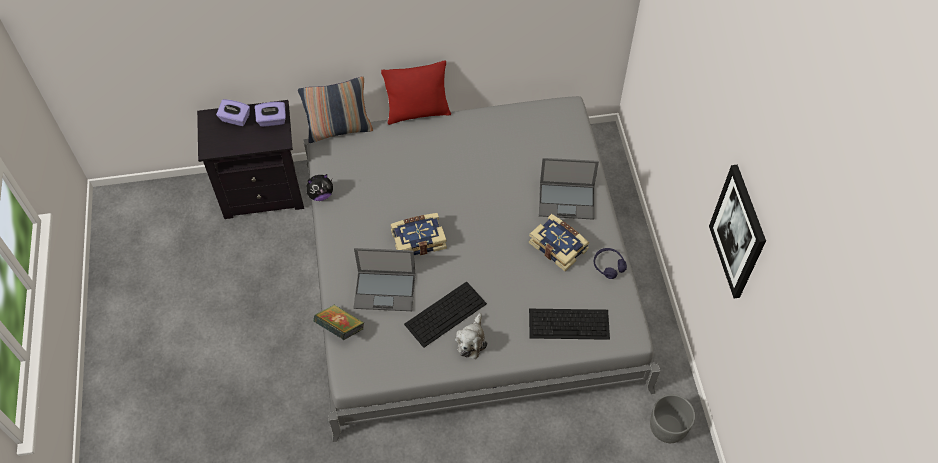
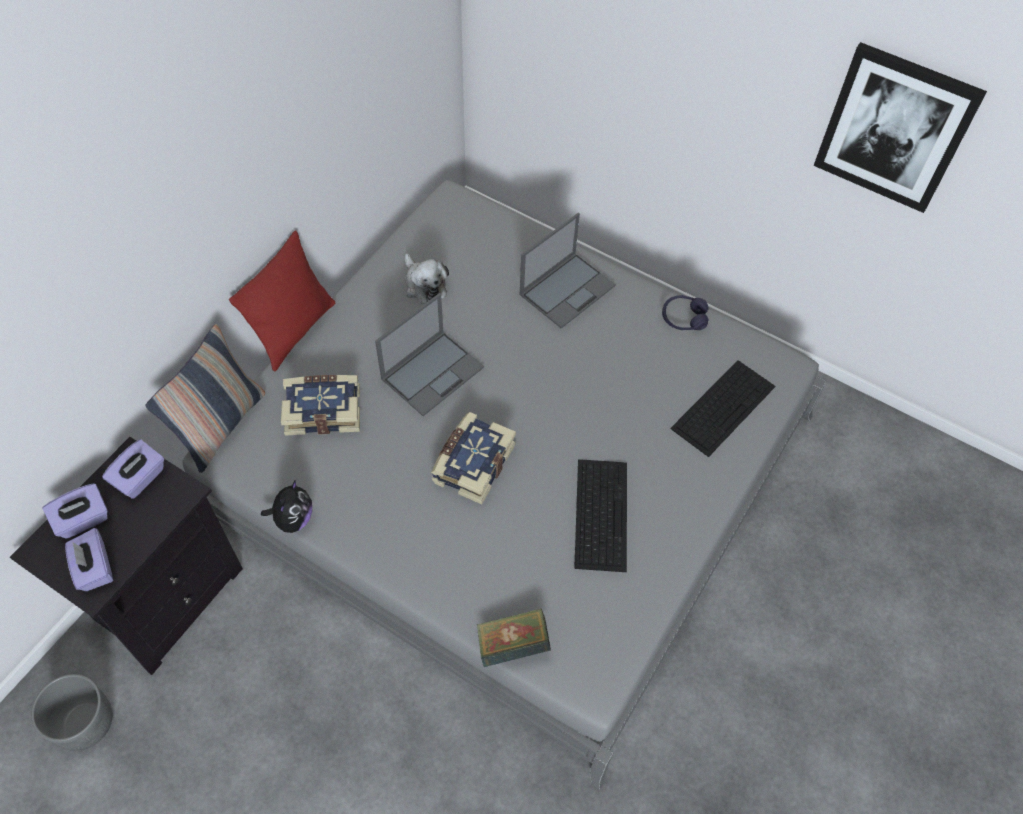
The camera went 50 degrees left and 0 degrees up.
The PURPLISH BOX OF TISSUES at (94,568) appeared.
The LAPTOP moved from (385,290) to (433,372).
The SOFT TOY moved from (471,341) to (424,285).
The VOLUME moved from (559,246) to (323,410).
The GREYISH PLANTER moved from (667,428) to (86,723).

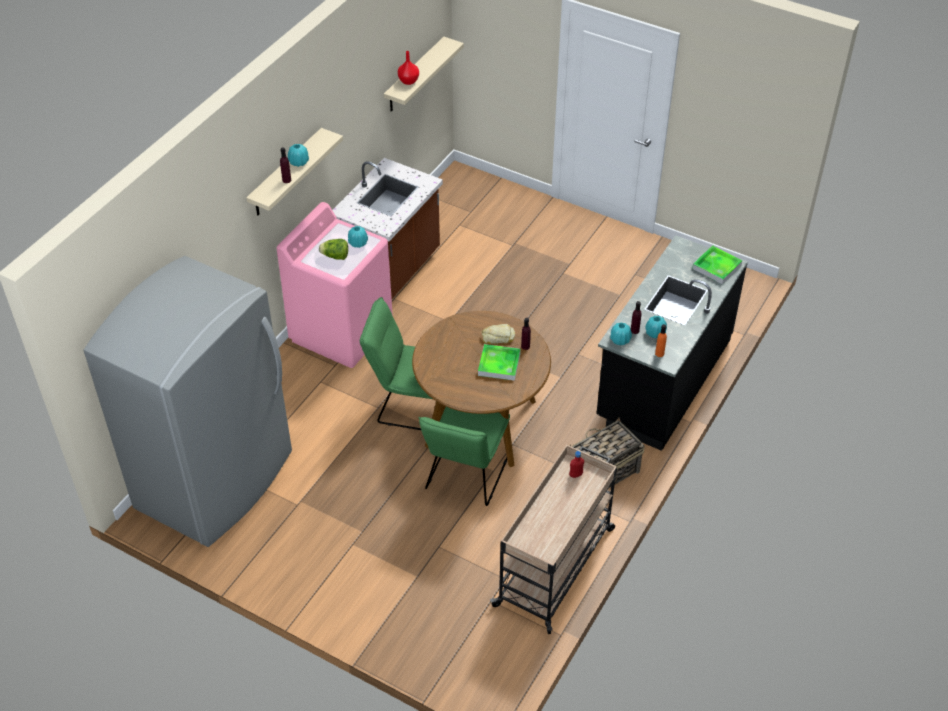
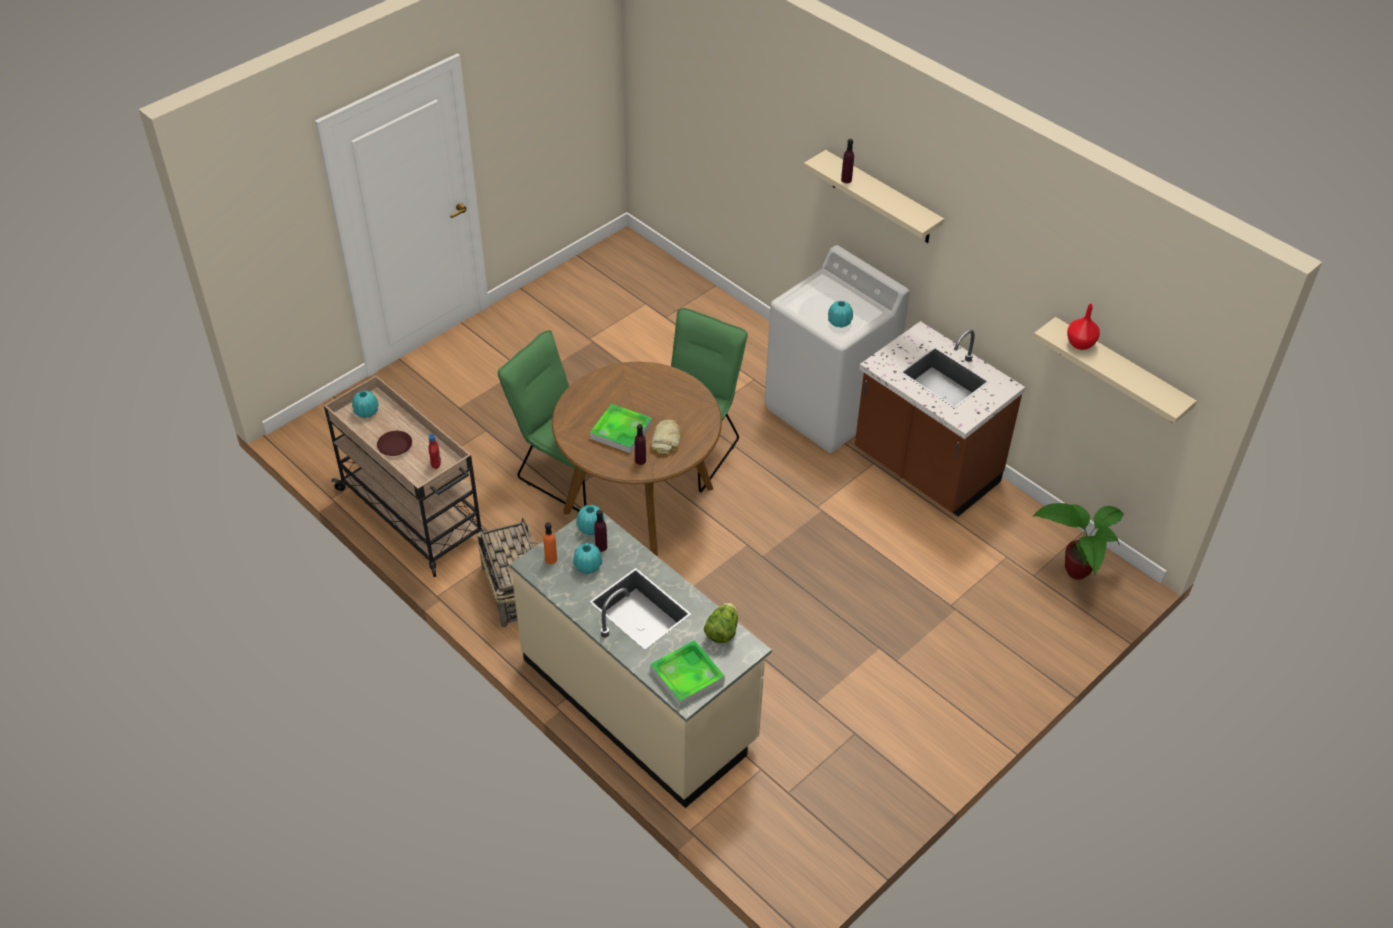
The camera went 105 degrees right and 0 degrees up.
The GREYISH REFRIGERATOR at (216,481) disappeared.
The BROWNISH FLAT DISH at (394,446) appeared.
The POTTED PLANT at (1072,571) appeared.
The TURQUOISE-COLOURED DECORATIVE VASE moved from (299,162) to (366,412).
The LETTUCE HEAD moved from (335,256) to (722,631).
The PINK WASHING MACHINE at (342,332) became the WHITE WASHING MACHINE at (828,408).
The BLACKISH KITCHEN BASE UNIT at (663,379) became the BEIGE-COLOURED KITCHEN BASE UNIT at (640,700).

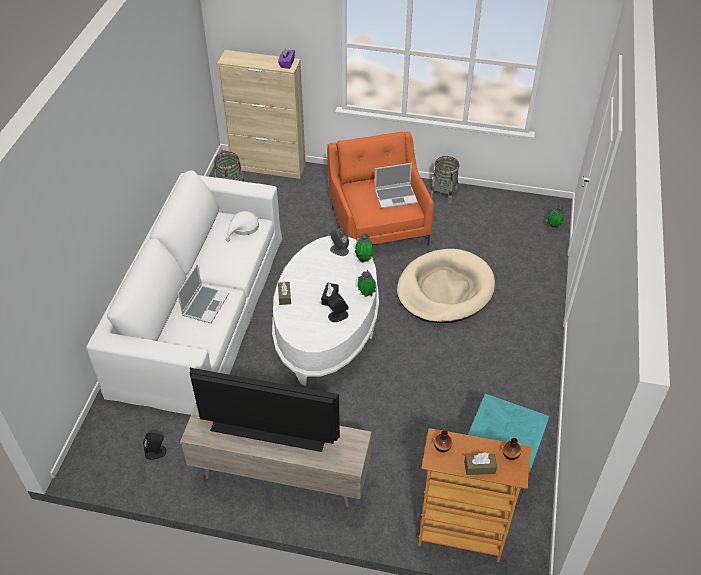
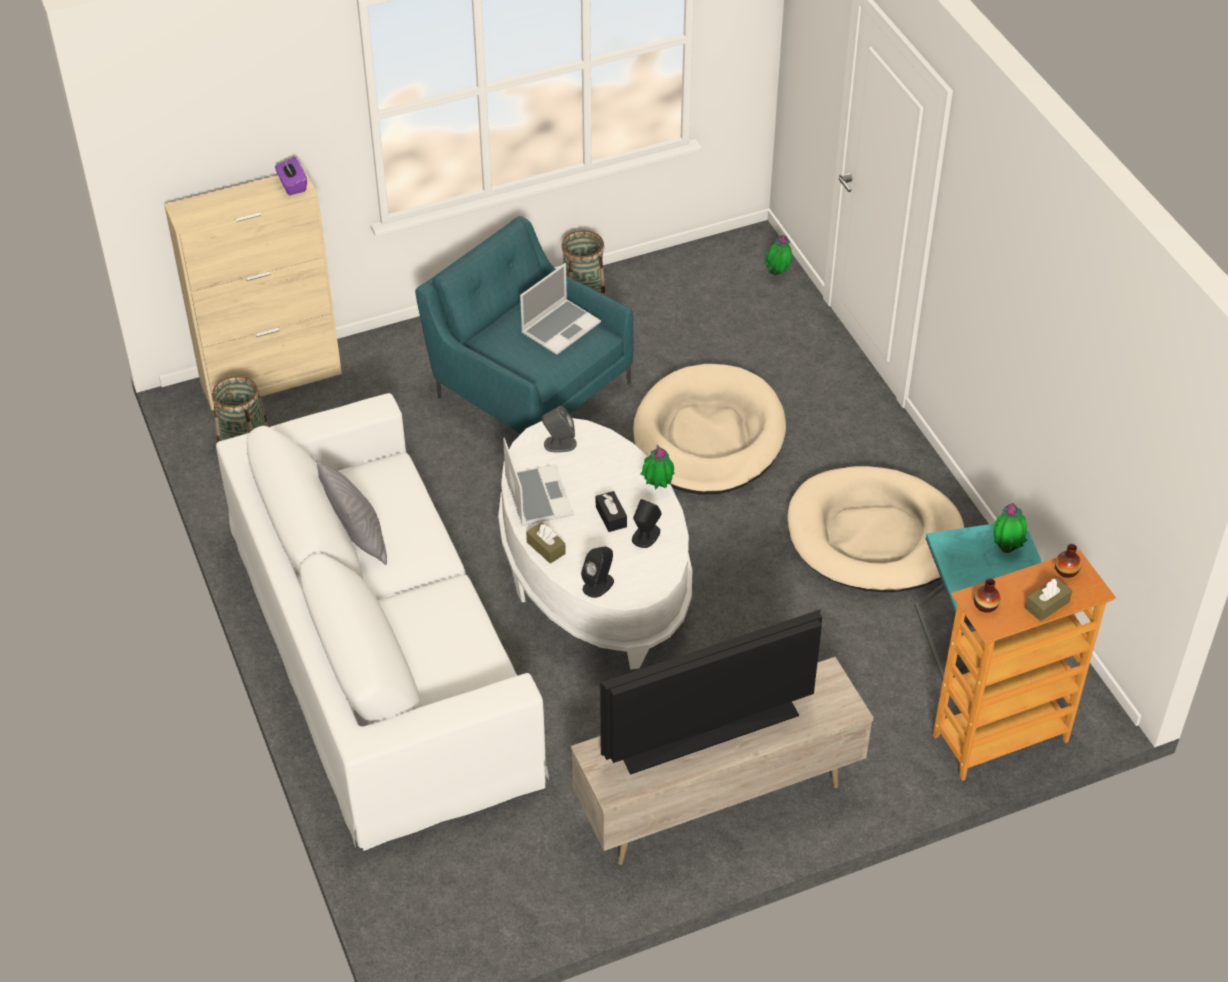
The camera went 35 degrees left and 0 degrees up.
The WHITE CLOTHING HAT at (243,228) disappeared.
The GREYISH PILLOW at (358,539) appeared.
The BEIGE-COLOURED PET BED at (874,536) appeared.
The BLACKISH LOUDSPEAKER moved from (156,452) to (598,584).
The LAPTOP moved from (205,304) to (537,496).
The POTTED PLANT moved from (364,260) to (1006,548).
The ORANGE ARMCHAIR at (378,223) became the TURQUOISE-COLOURED ARMCHAIR at (529,386).

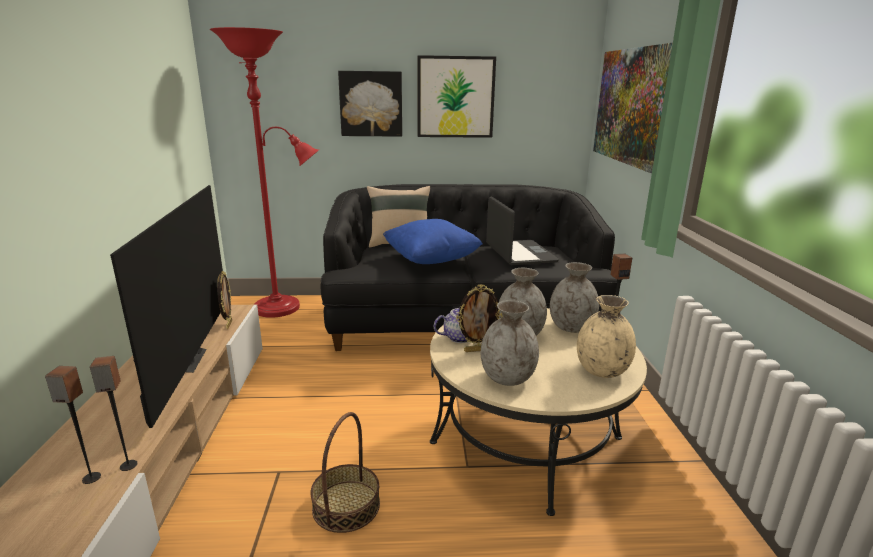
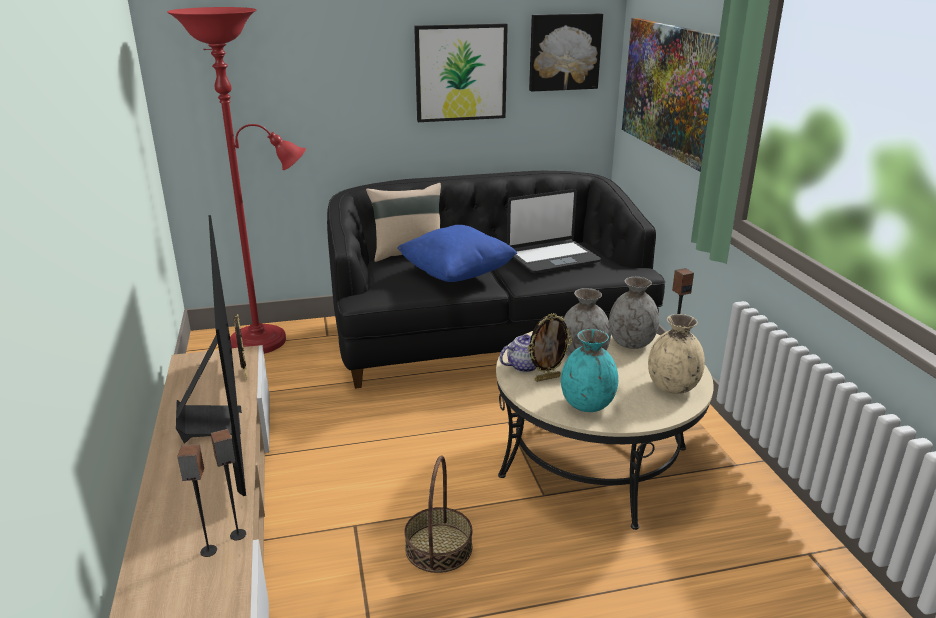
The camera went 10 degrees left and 5 degrees up.
The PICTURE moved from (371,104) to (564,52).
The GREYISH DECORATIVE VASE at (508,378) became the TURQUOISE-COLOURED DECORATIVE VASE at (587,404).
The LAPTOP at (519,254) turned 90 degrees clockwise.

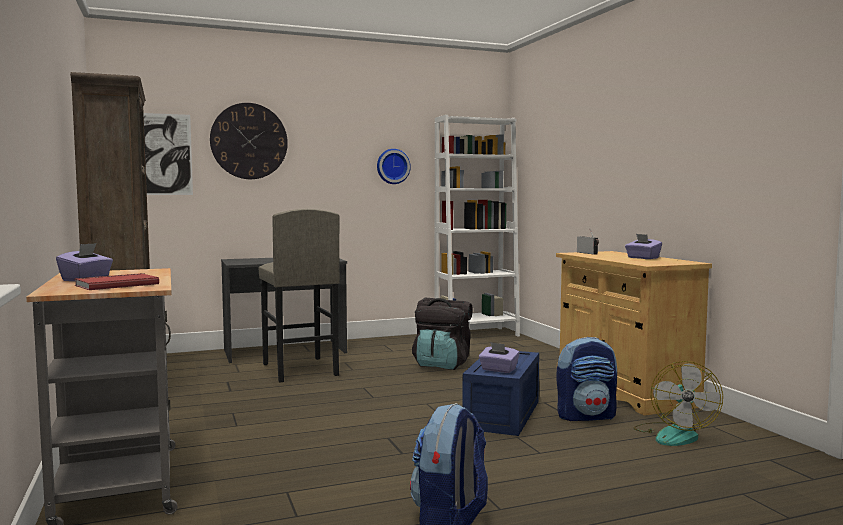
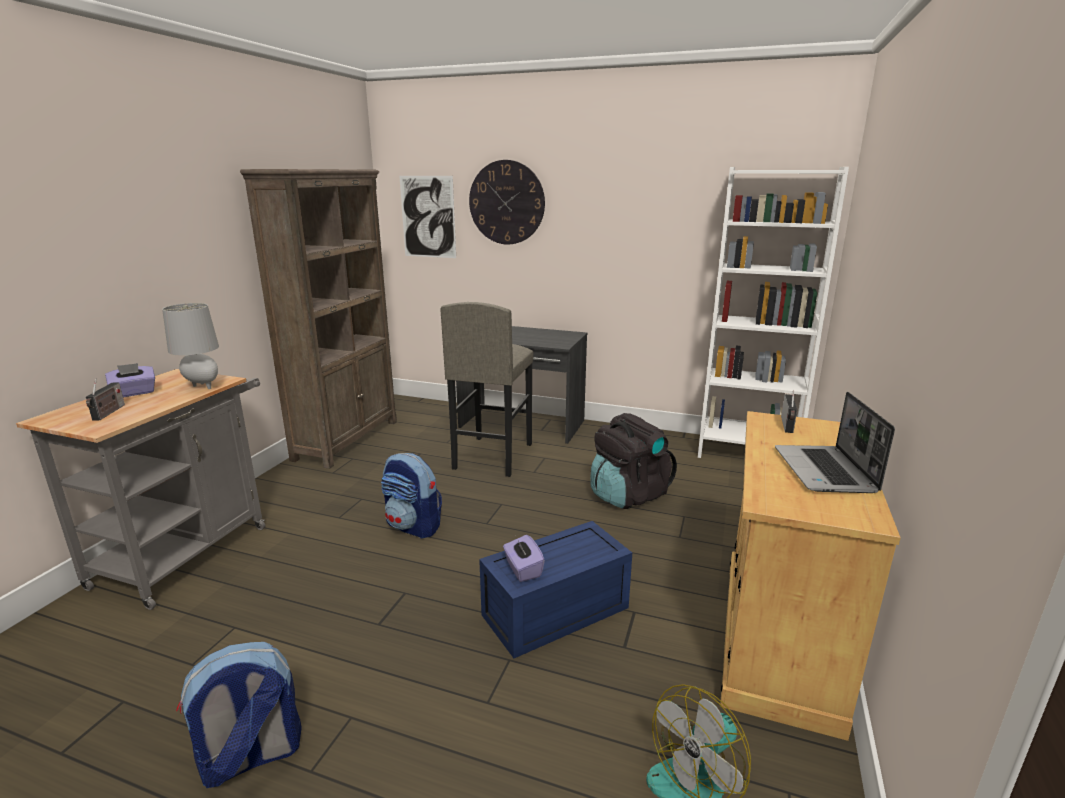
The camera went 40 degrees right and 15 degrees up.
The WALL CLOCK at (392,166) disappeared.
The GREYISH TABLETOP LAMP at (201,386) appeared.
The BACKPACK moved from (586,416) to (413,526).
The RED VOLUME at (115,285) was replaced by the RADIO SET at (108,413).
The PURPLISH BOX OF TISSUES at (642,258) was replaced by the LAPTOP at (825,471).

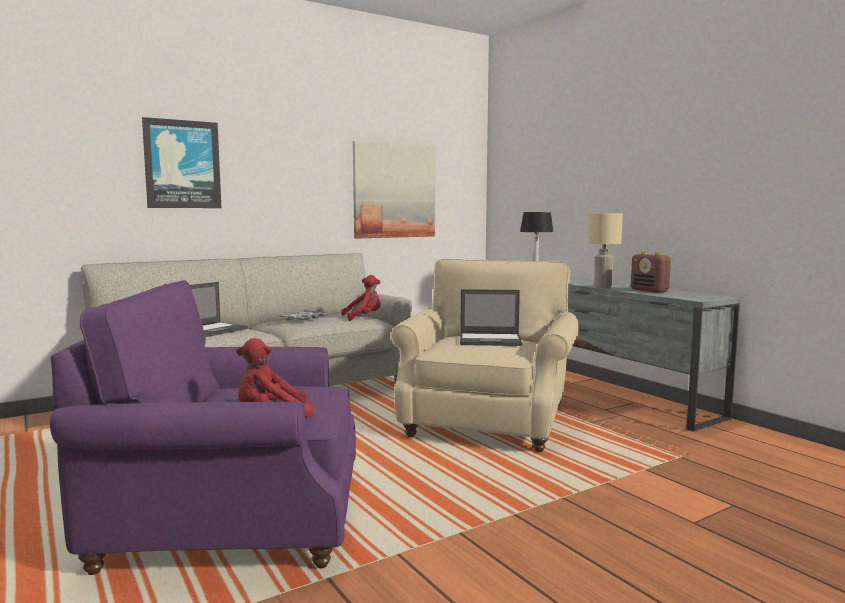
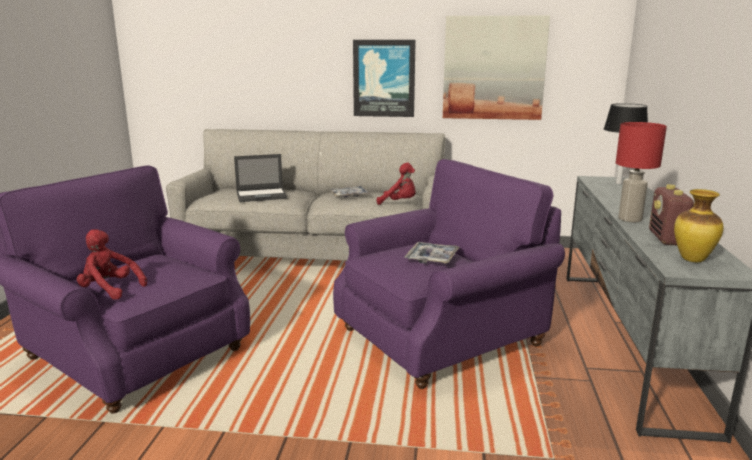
The camera went 40 degrees right and 10 degrees up.
The DECORATIVE VASE at (691,260) appeared.
The PICTURE moved from (182,164) to (384,78).
The LAPTOP at (491,340) was replaced by the SERVING TRAY at (432,258).
The BEIGE-COLOURED ARMCHAIR at (488,420) became the PURPLISH ARMCHAIR at (441,337).
The BEIGE-COLOURED TABLETOP LAMP at (603,287) became the RED TABLETOP LAMP at (630,219).

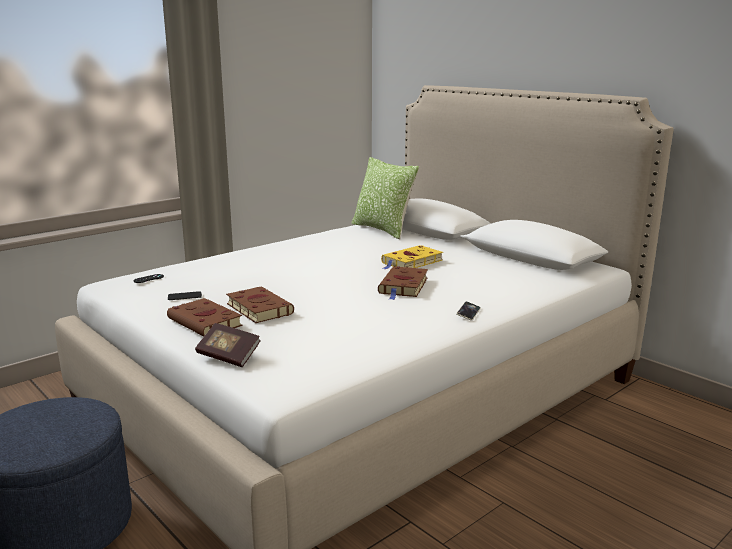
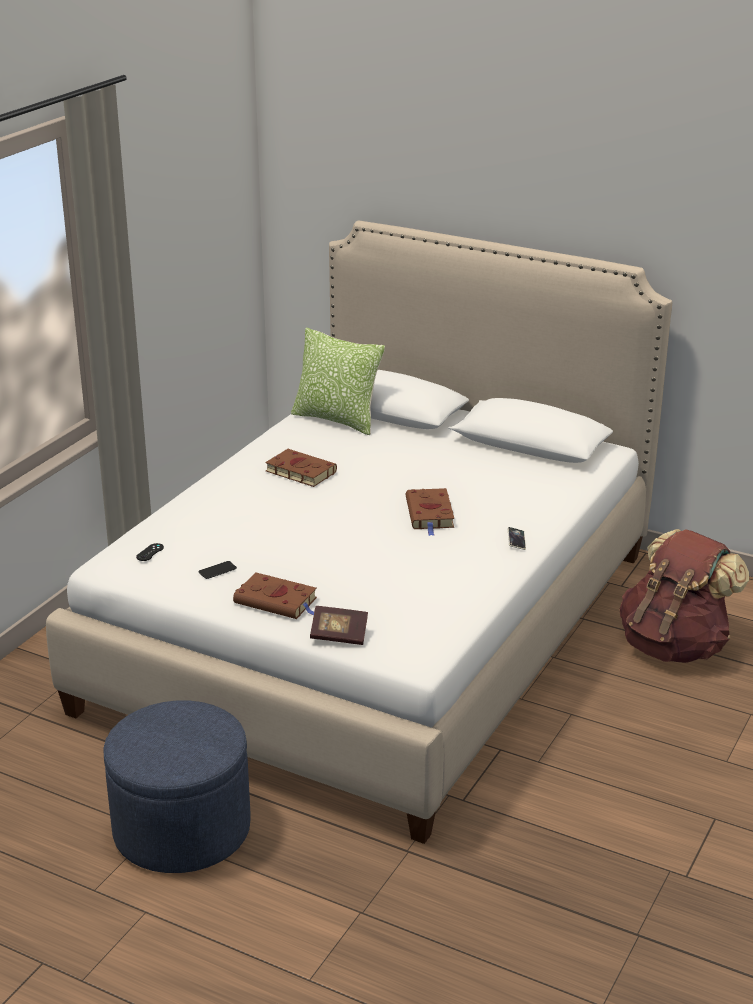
The camera went 20 degrees left and 10 degrees up.
The YELLOW-COLOURED VOLUME at (411,262) disappeared.
The BROWNISH BACKPACK at (674,646) appeared.
The BROWNISH VOLUME moved from (258,308) to (299,471).

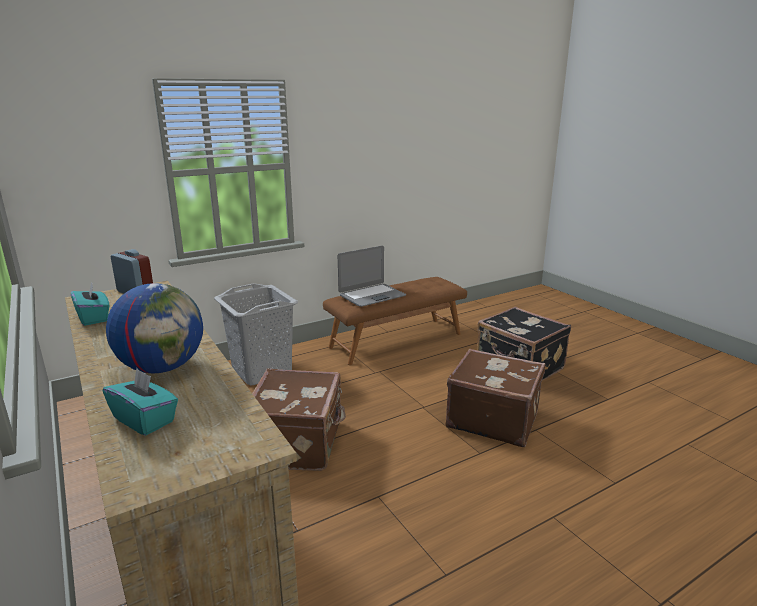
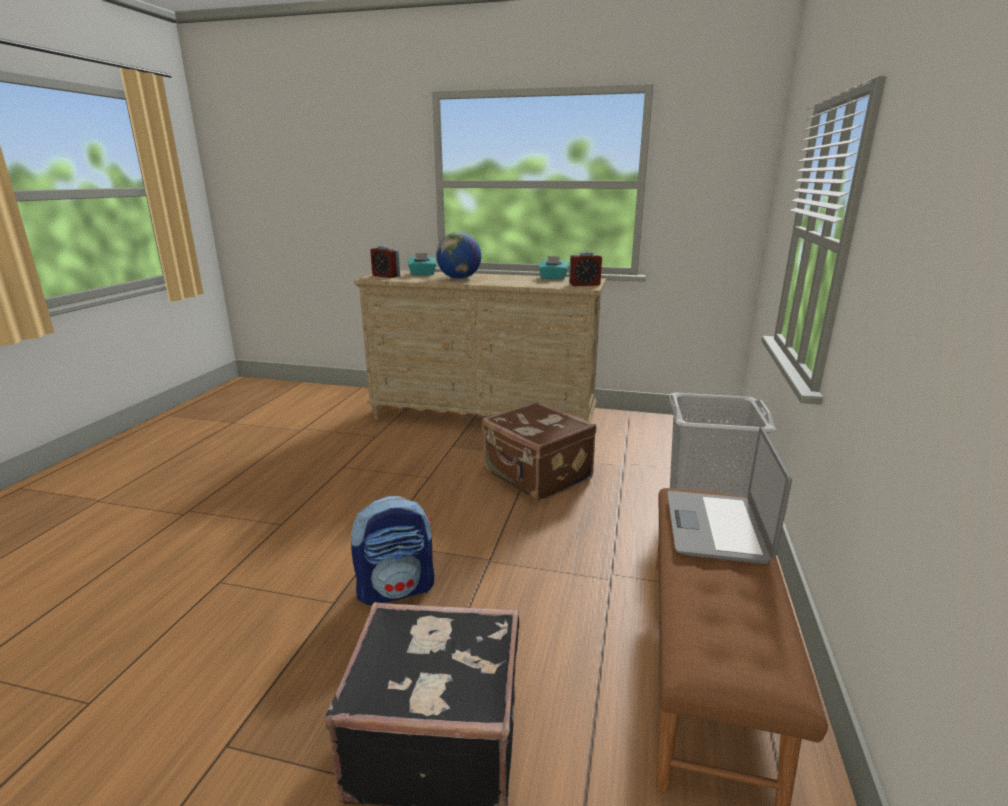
The camera went 135 degrees right and 0 degrees up.
The TABLE CLOCK at (386,276) appeared.
The BROWNISH PIECE OF LUGGAGE at (492,419) was replaced by the BACKPACK at (396,589).

